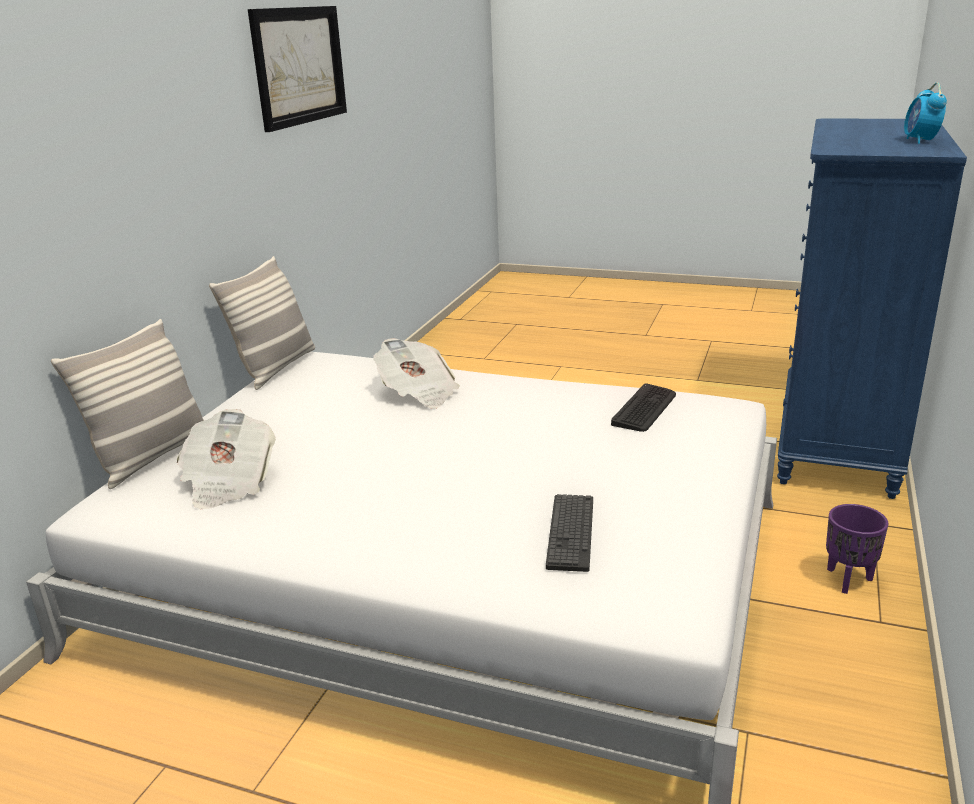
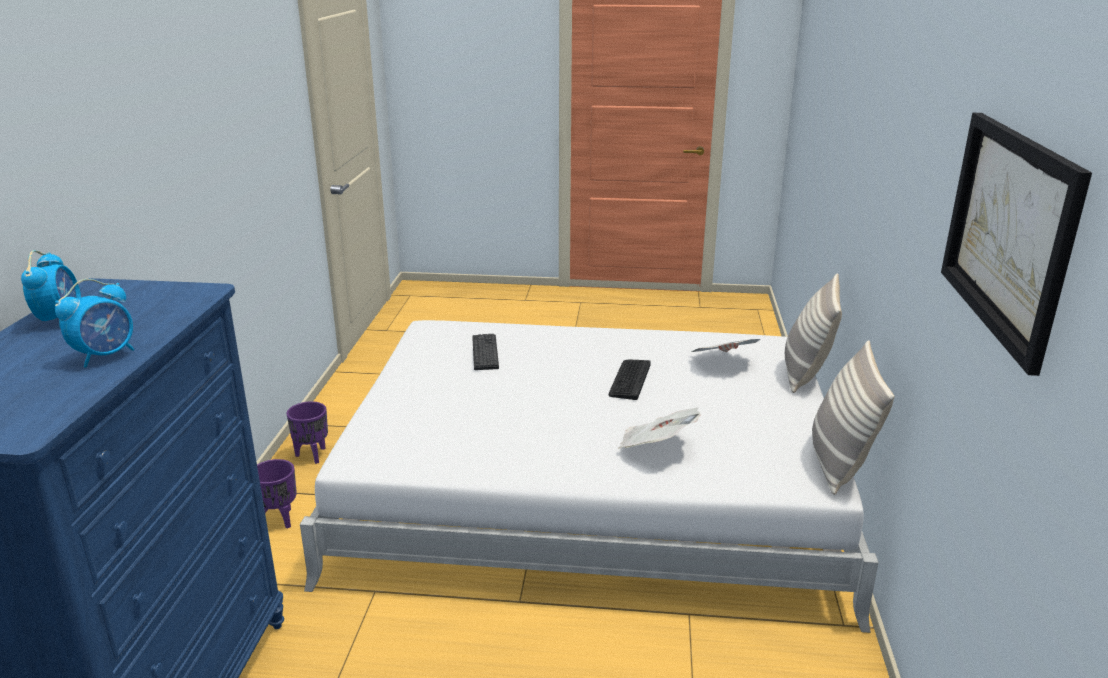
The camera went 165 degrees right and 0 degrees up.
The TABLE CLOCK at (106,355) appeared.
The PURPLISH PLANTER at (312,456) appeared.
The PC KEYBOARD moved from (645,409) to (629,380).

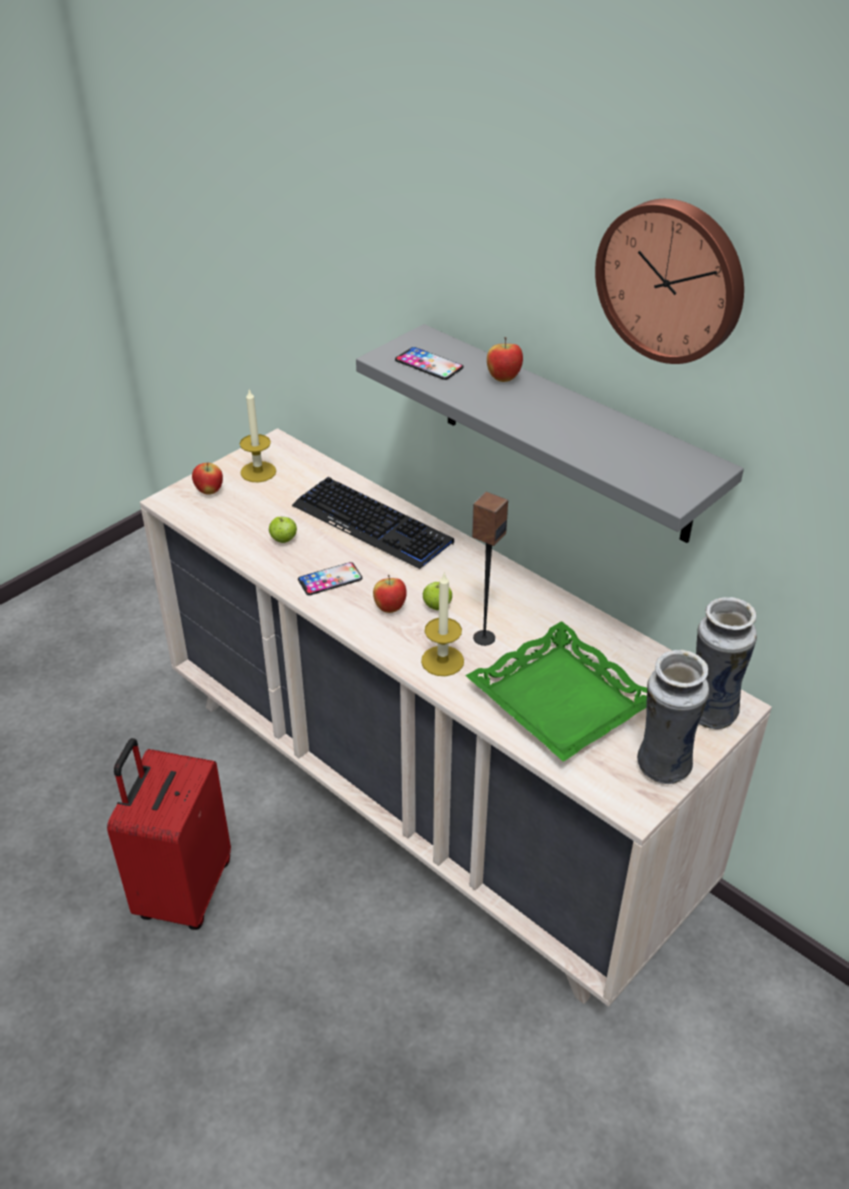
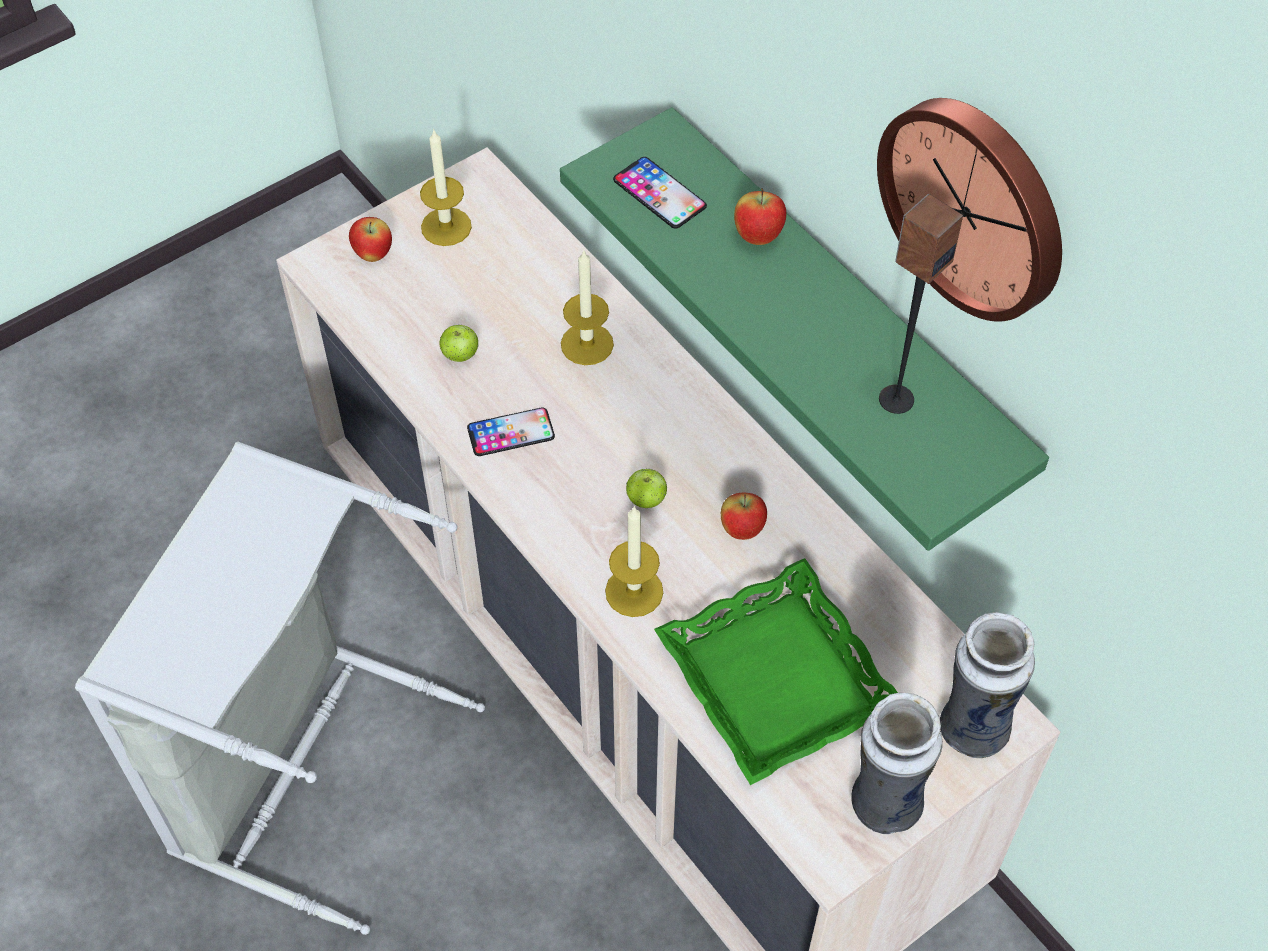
The camera went 10 degrees right and 15 degrees up.
The WHOLE APPLE moved from (390,608) to (742,529).
The LOUDSPEAKER moved from (483,637) to (895,399).
The RED PIECE OF LUGGAGE at (182,890) was replaced by the GREYISH LAUNDRY BASKET at (300,766).
The PC KEYBOARD at (372,524) was replaced by the WAX LIGHT at (587,344).
The GREYISH WALL SHELF at (565,434) became the GREEN-COLOURED WALL SHELF at (840,317).

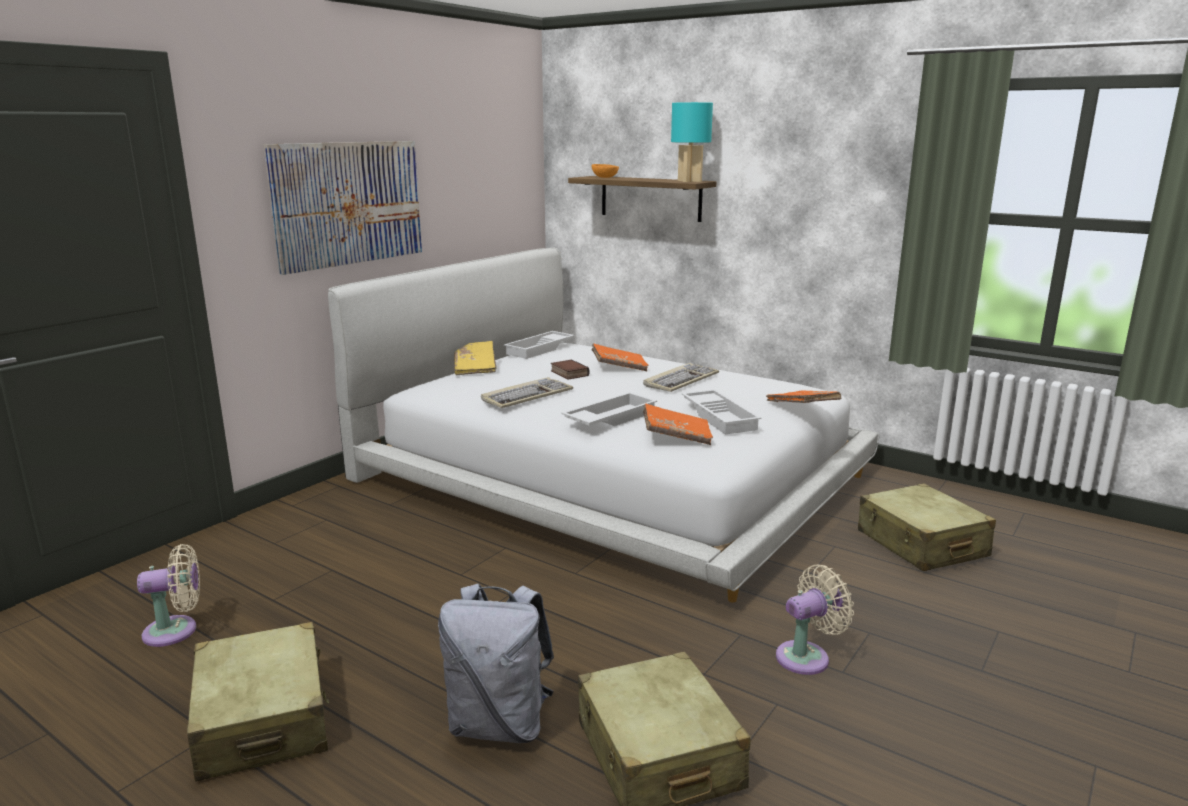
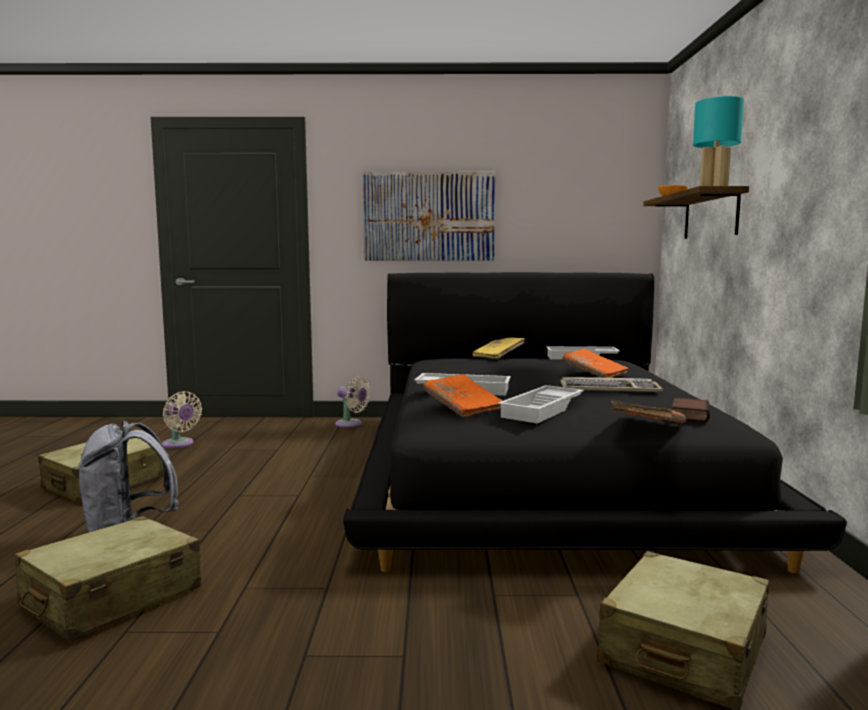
The camera went 55 degrees right and 10 degrees down.
The PC KEYBOARD at (527,396) disappeared.
The VOLUME moved from (568,373) to (688,414).
The BEIGE-COLOURED COOLING FAN moved from (807,656) to (351,424).
The WHITE BEDROOM BED at (609,474) became the BLACKISH BEDROOM BED at (541,472).

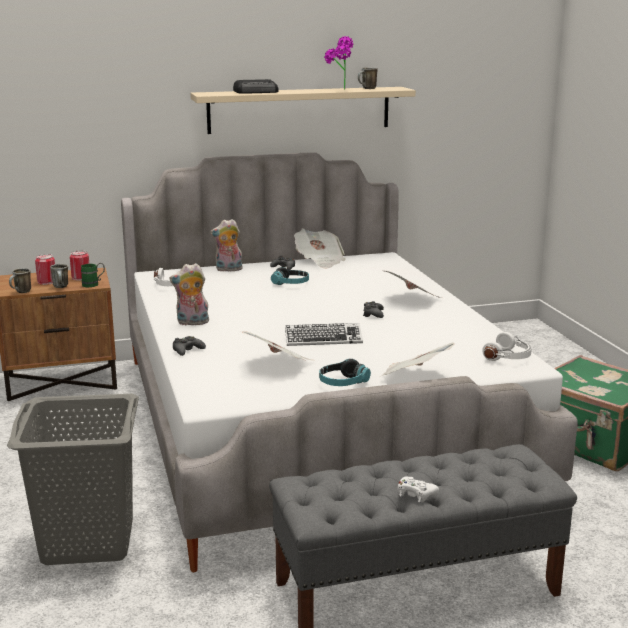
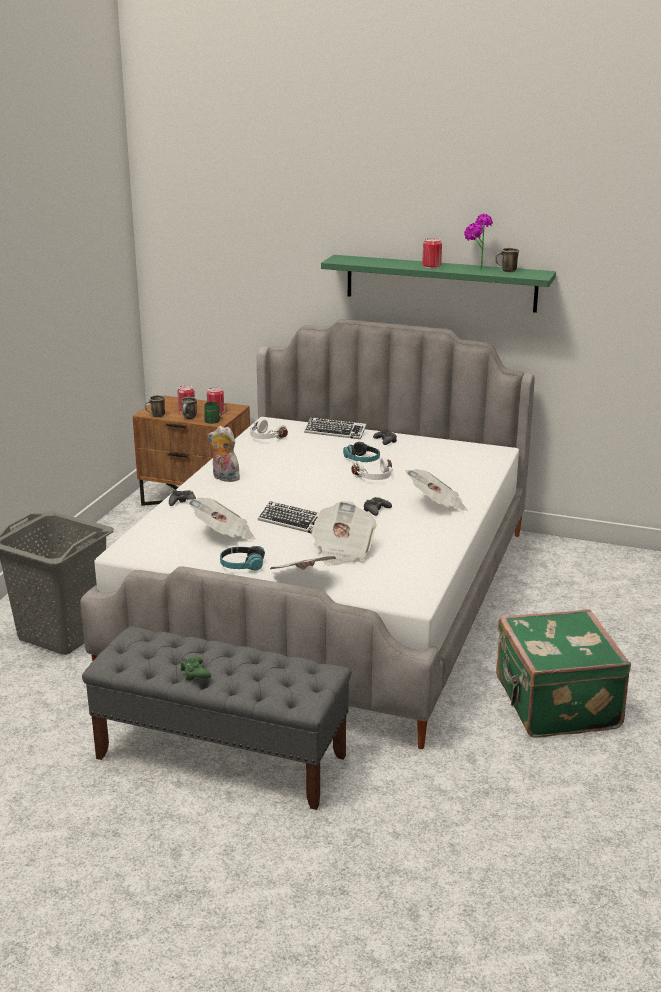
The camera went 35 degrees right and 5 degrees up.
The RADIO SET at (257,92) disappeared.
The CAN at (431,266) appeared.
The DAILY PAPER moved from (319,261) to (342,551).
The WHITE HEADSET moved from (508,357) to (375,477).
The SOFT TOY at (228,270) was replaced by the PC KEYBOARD at (335,432).
The BEIGE-COLOURED WALL SHELF at (299,110) became the GREEN-COLOURED WALL SHELF at (440,283).
The WHITE GAMEPAD at (415,494) became the GREEN-COLOURED GAMEPAD at (194,673).

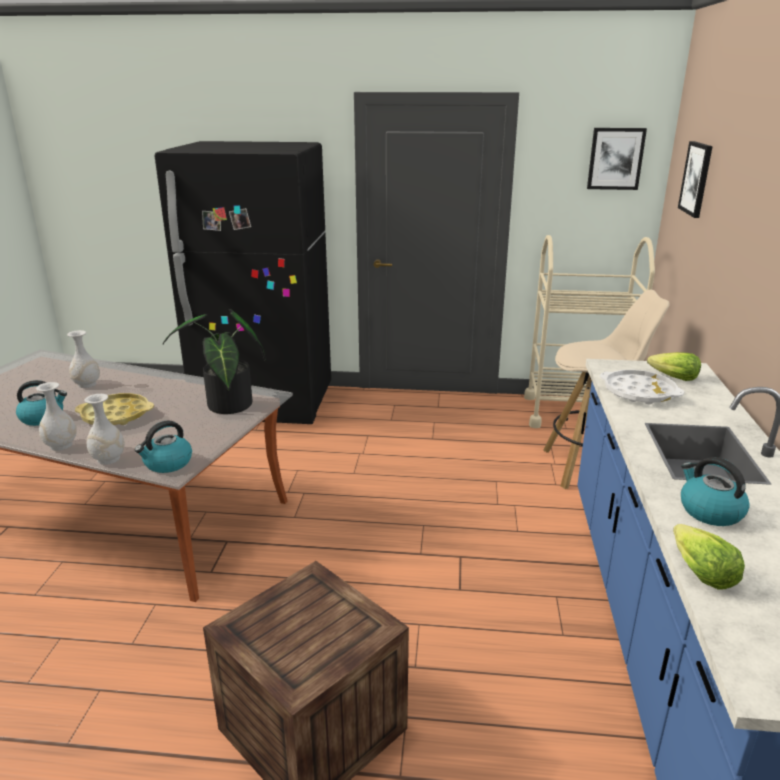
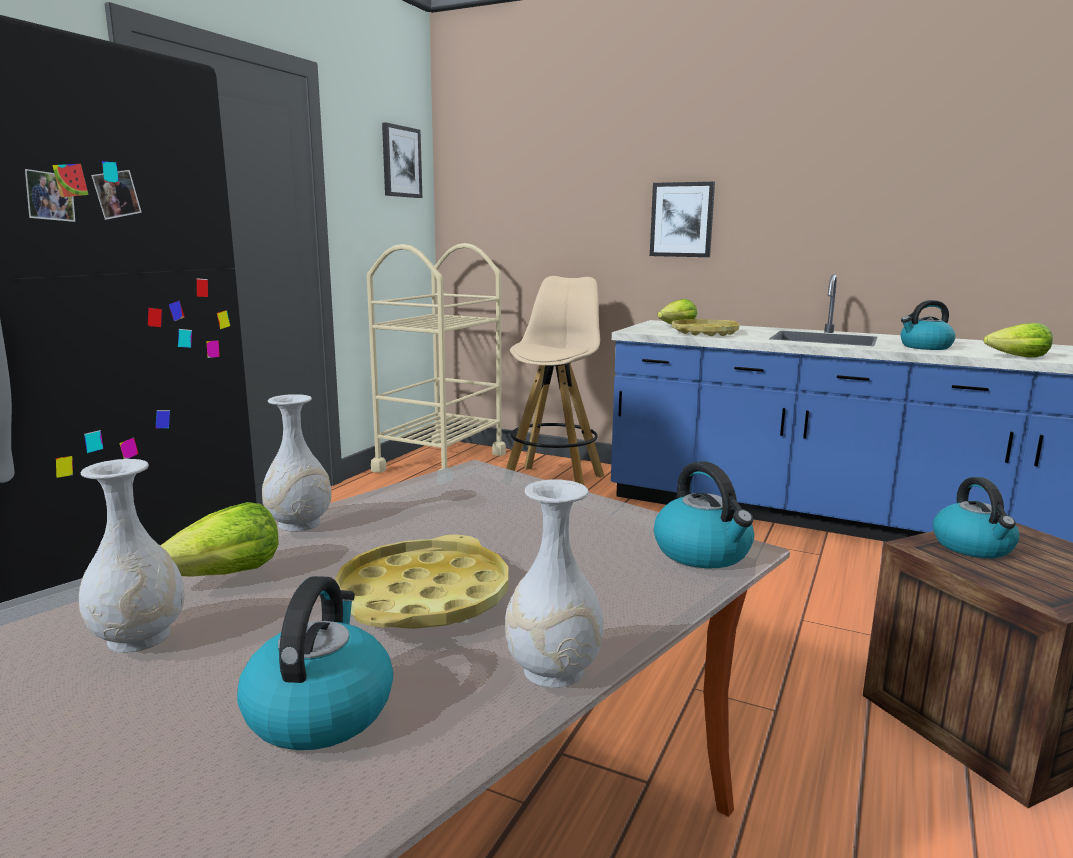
The camera went 70 degrees left and 10 degrees down.
The POTTED PLANT at (227,407) disappeared.
The LETTUCE HEAD at (225,576) appeared.
The WATER KETTLE at (973,547) appeared.
The WHITE DECORATIVE VASE moved from (108,459) to (300,524).
The PICTURE moved from (696,178) to (682,219).
The WHITE SERVING TRAY at (639,392) became the YELLOW-COLOURED SERVING TRAY at (704,333).

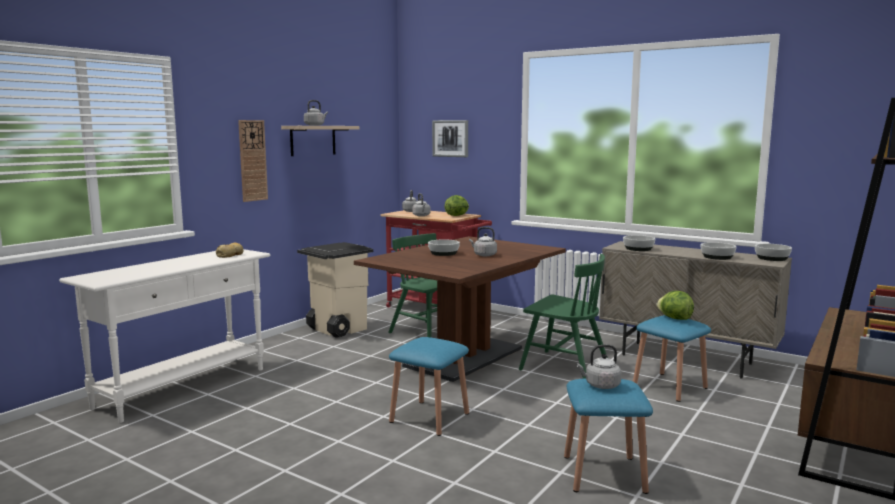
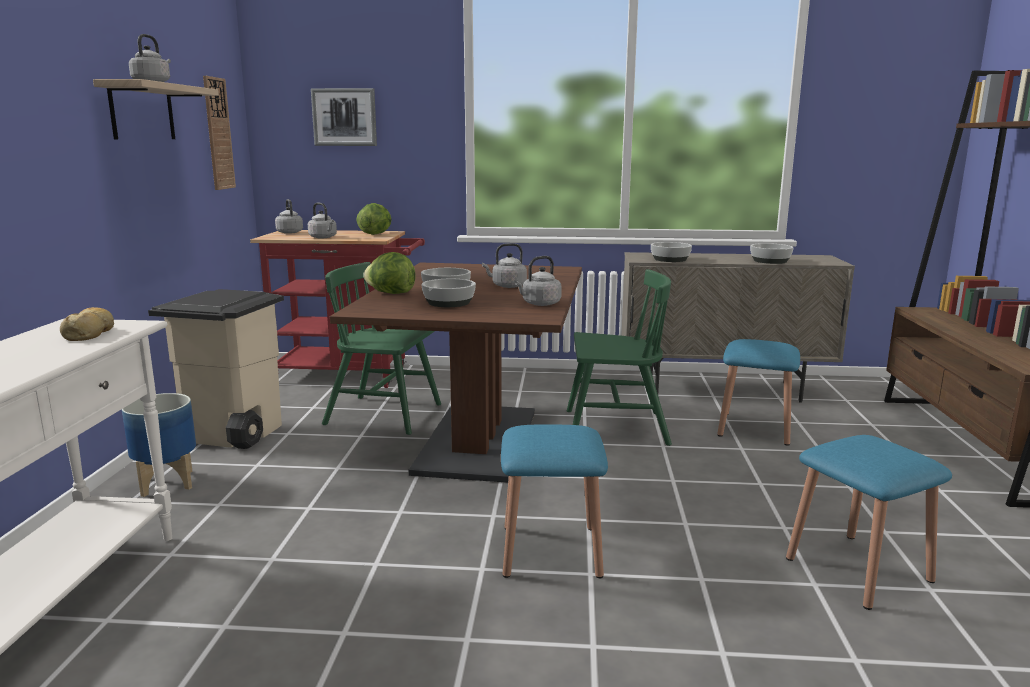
The camera went 30 degrees left and 5 degrees up.
The PLANTER at (167,483) appeared.
The WALL CLOCK moved from (252,160) to (218,134).
The GREYISH WATER KETTLE moved from (600,385) to (539,304).
The LETTUCE HEAD moved from (674,318) to (391,293).
The BOWL moved from (772,258) to (449,303).

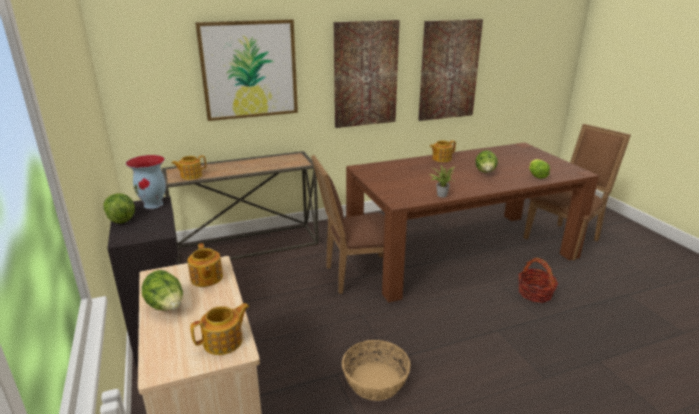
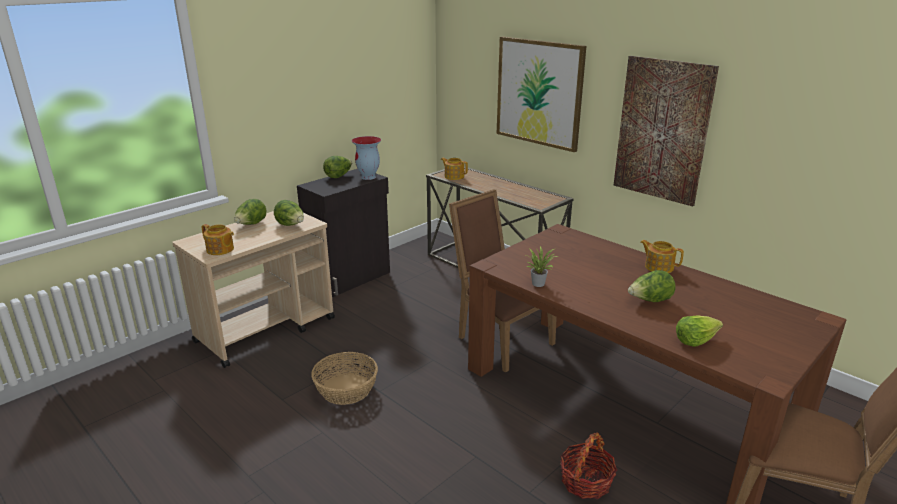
The camera went 65 degrees right and 0 degrees up.
The PICTURE at (449,70) disappeared.
The TEAPOT at (206,278) was replaced by the LETTUCE HEAD at (291,225).

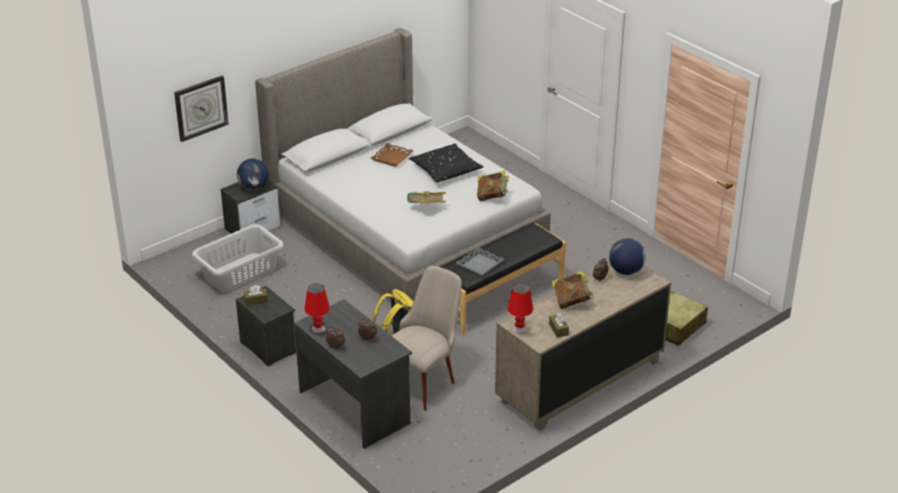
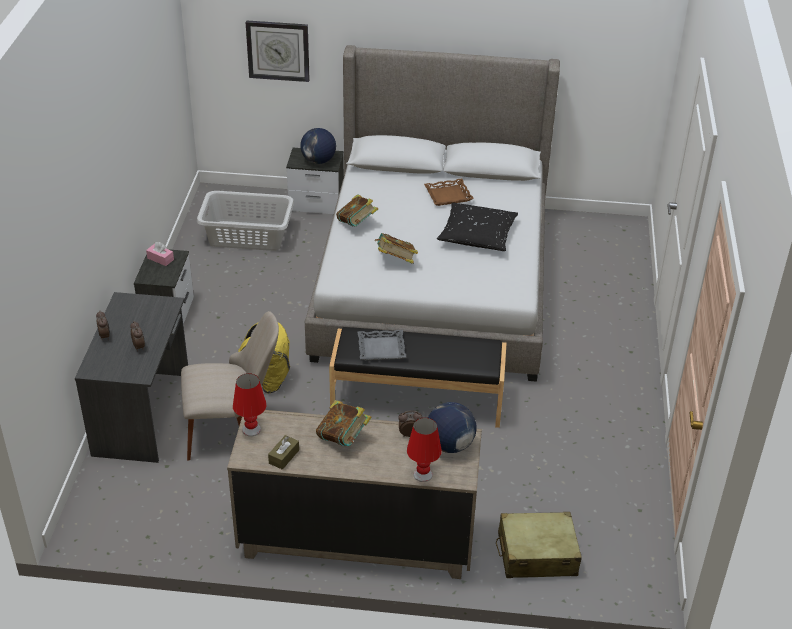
The camera went 45 degrees right and 5 degrees up.
The RED TABLETOP LAMP moved from (318,328) to (423,474).
The VOLUME moved from (492,197) to (357,224).
The BROWNISH BOX OF TISSUES at (256,300) became the PINK BOX OF TISSUES at (160,259).

